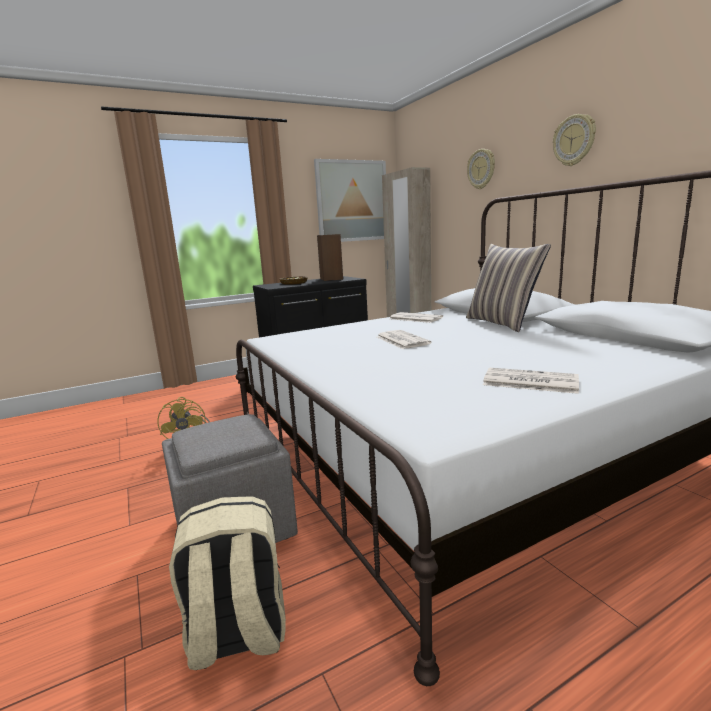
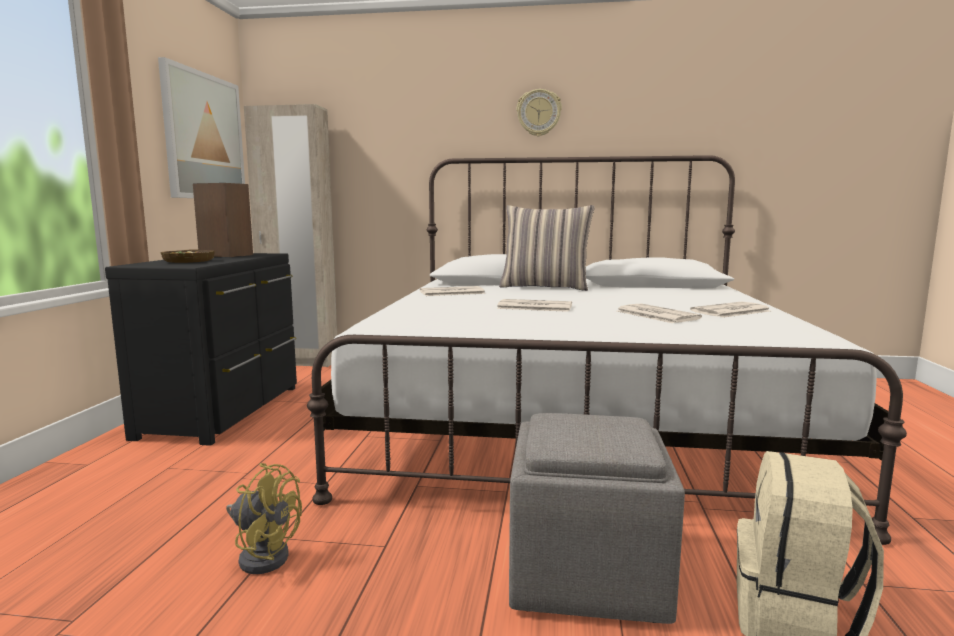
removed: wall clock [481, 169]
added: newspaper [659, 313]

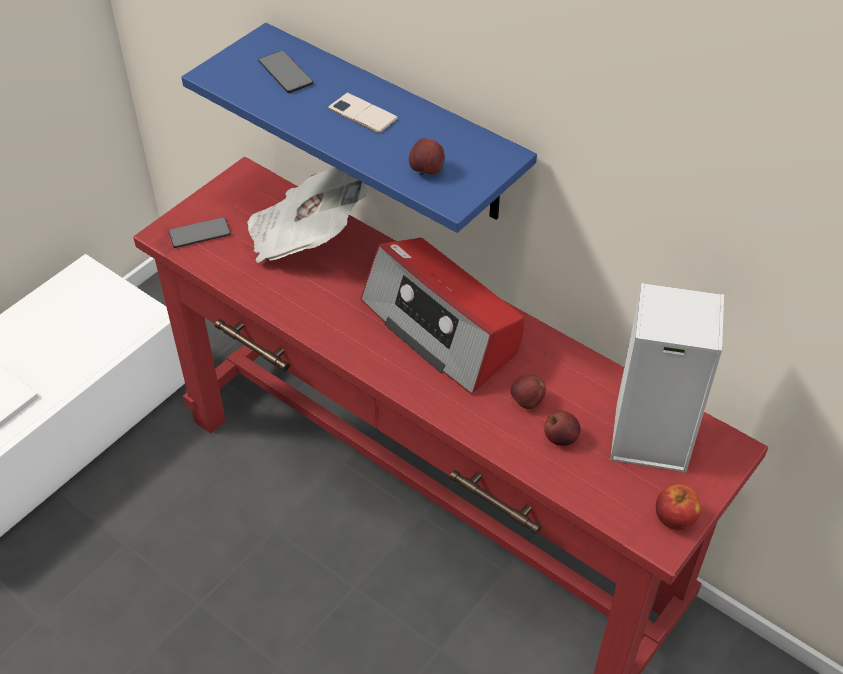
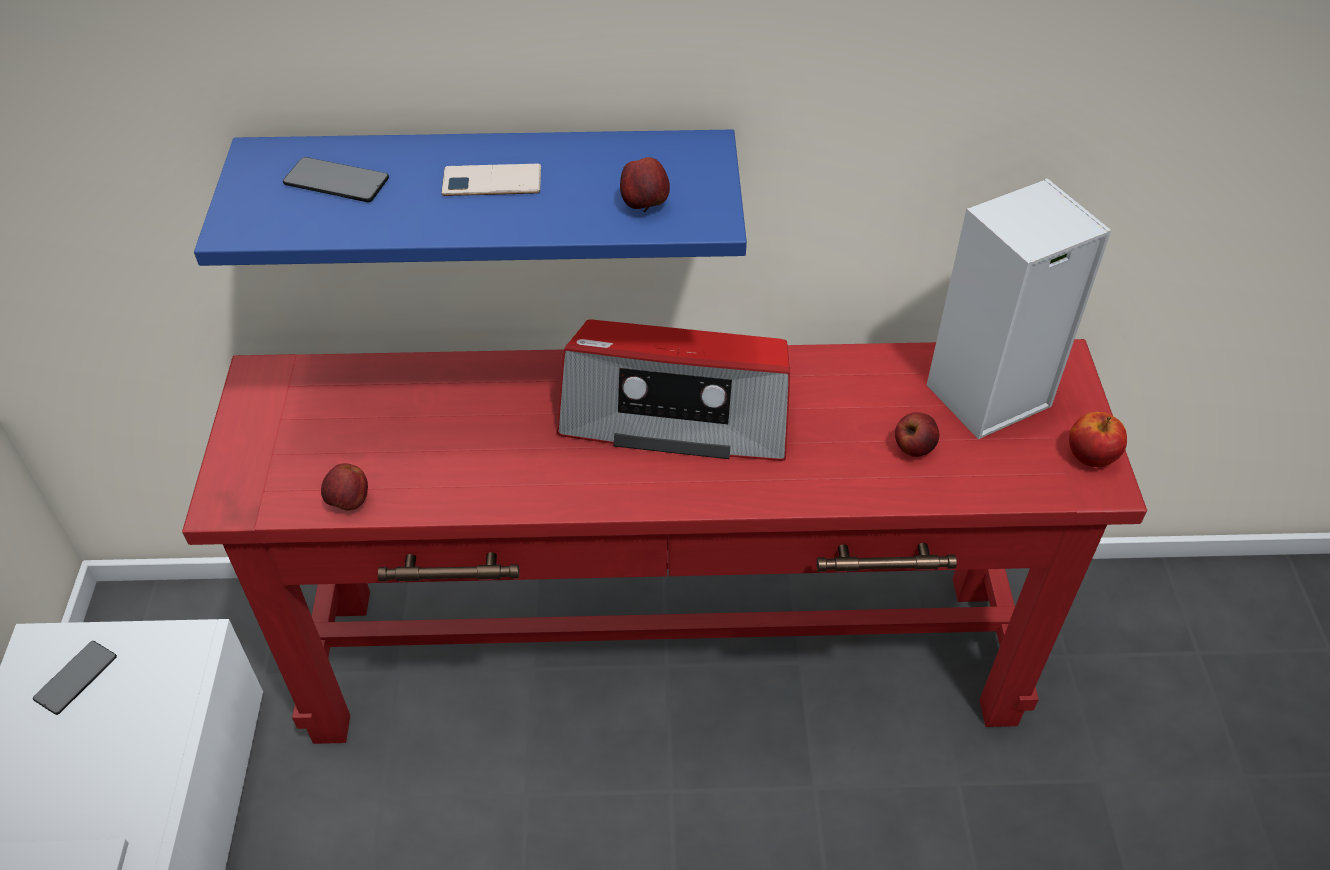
removed: newspaper [307, 215]
moved: phone [200, 232] to [75, 678]; apple [528, 391] to [344, 487]

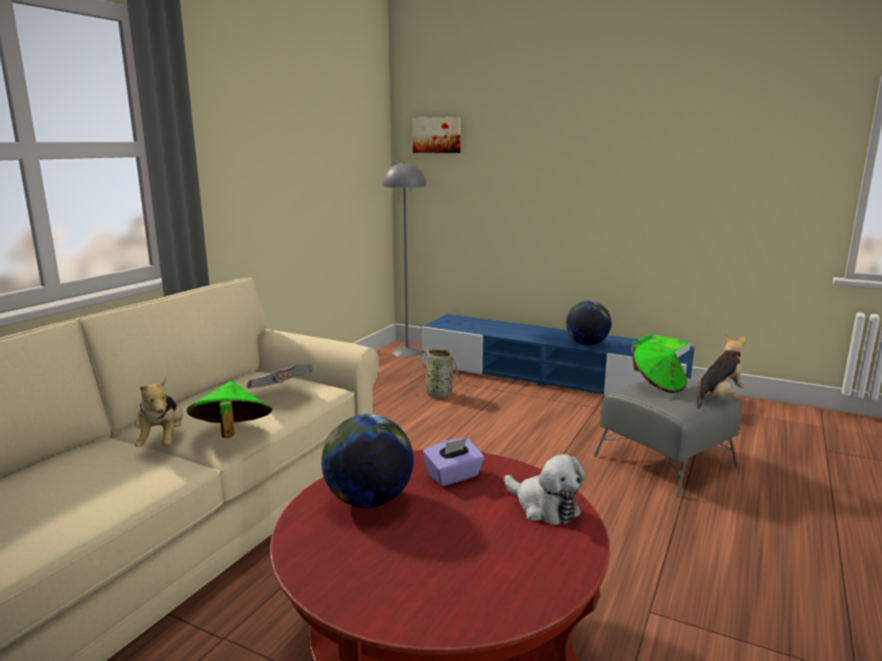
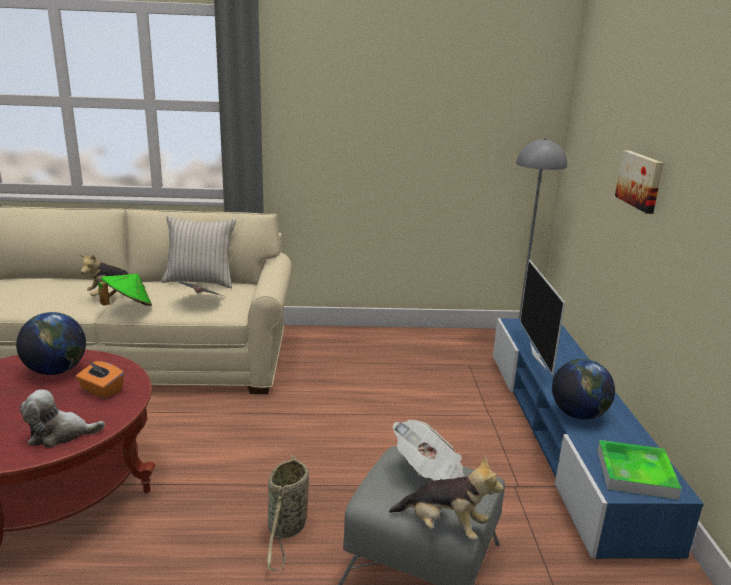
added: pillow in beige [198, 252]; television [542, 317]
moved: basket [442, 374] to [288, 512]; picture [437, 135] to [639, 182]
replaced: hat in green [659, 368] to newspaper [428, 450]
recoloured: tissue box in purple [453, 462] to tissue box in orange [100, 380]
turned: plush toy [544, 489] = [62, 418] 60 degrees clockwise

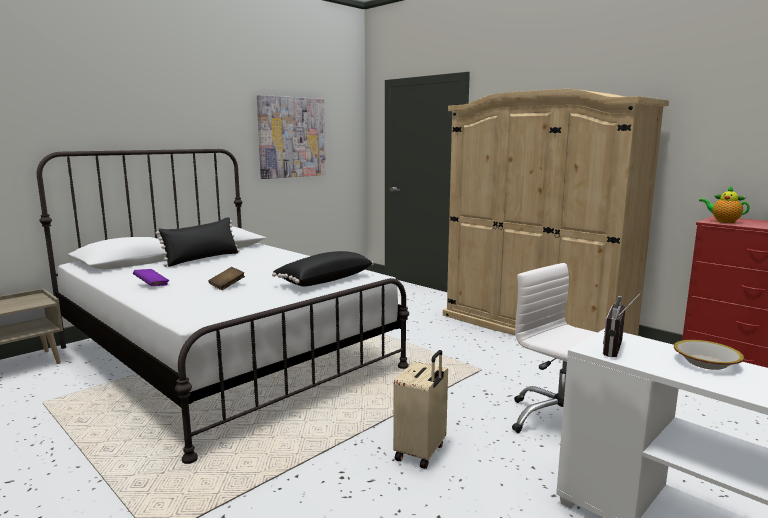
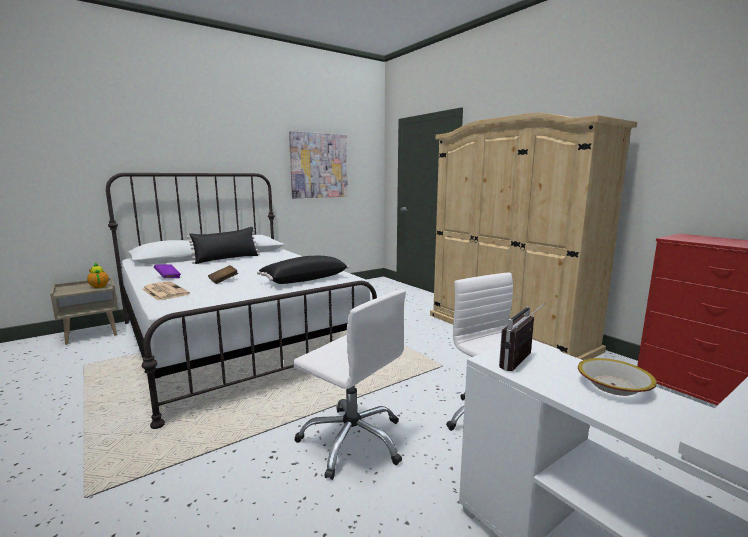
added: newspaper [166, 291]
moved: teapot [724, 204] to [98, 275]
replaced: suitcase in beige [420, 409] to office chair in white [349, 384]

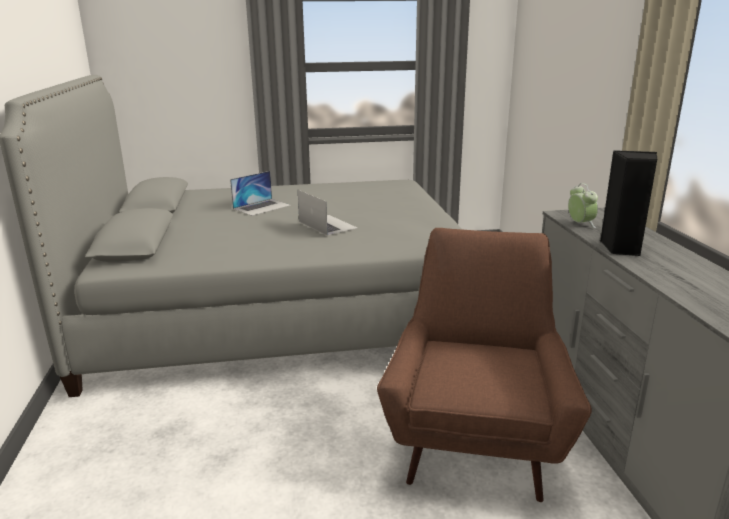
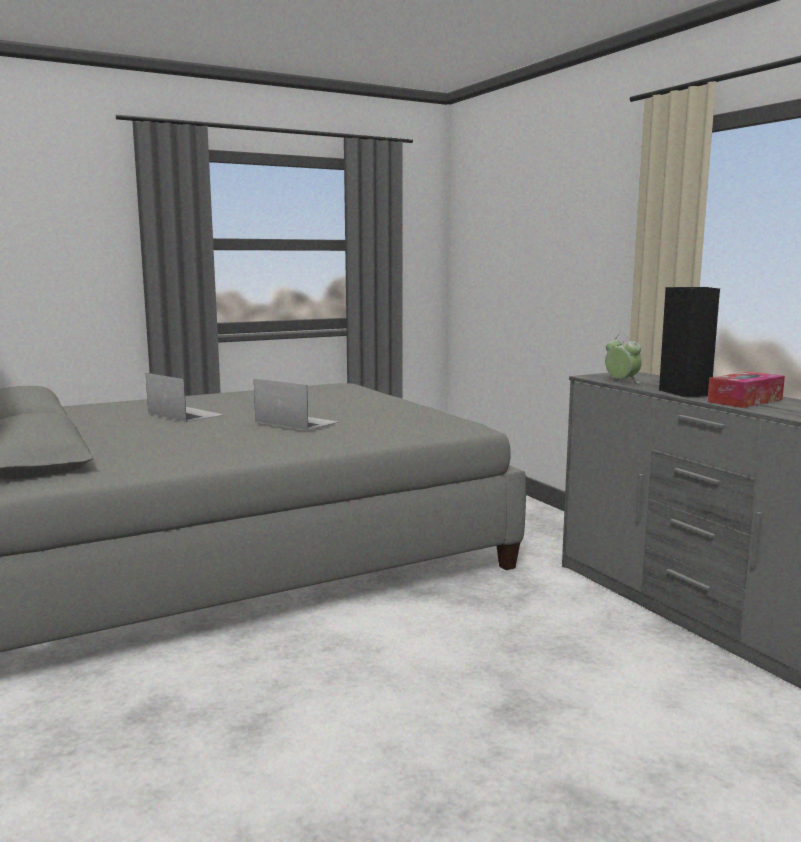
removed: armchair in brown [484, 365]
added: tissue box [746, 389]
turned: laptop [260, 193] = [184, 397] 75 degrees counterclockwise

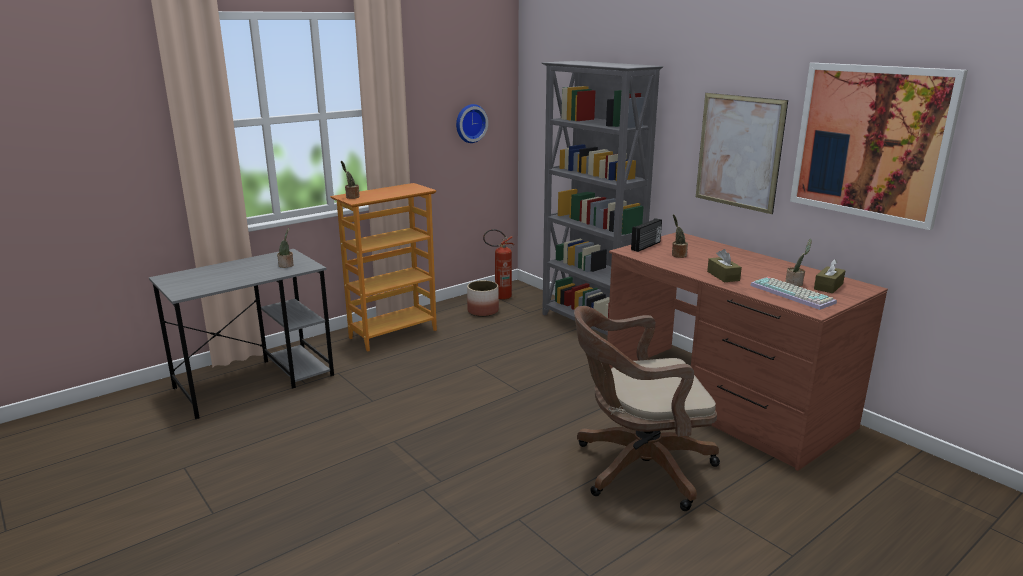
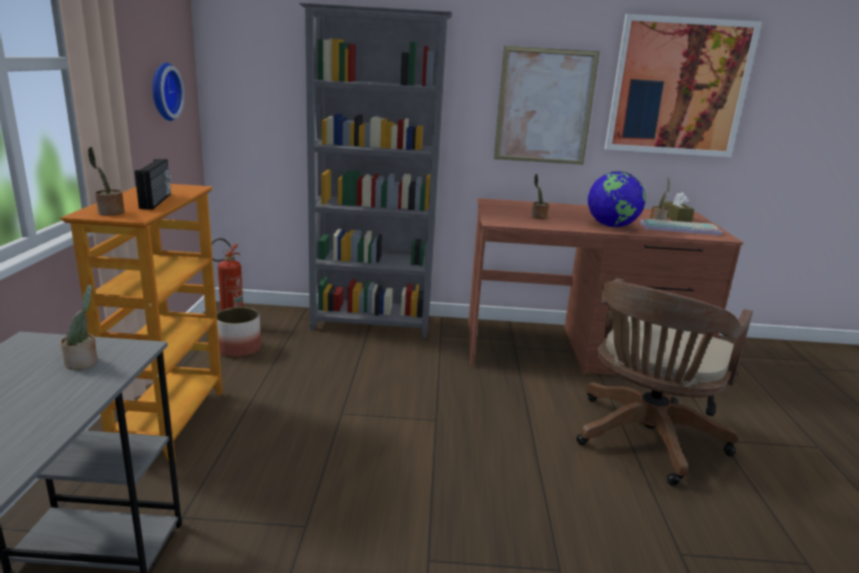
moved: radio [646, 235] to [153, 184]
replaced: tissue box in brown [724, 265] to globe [617, 199]

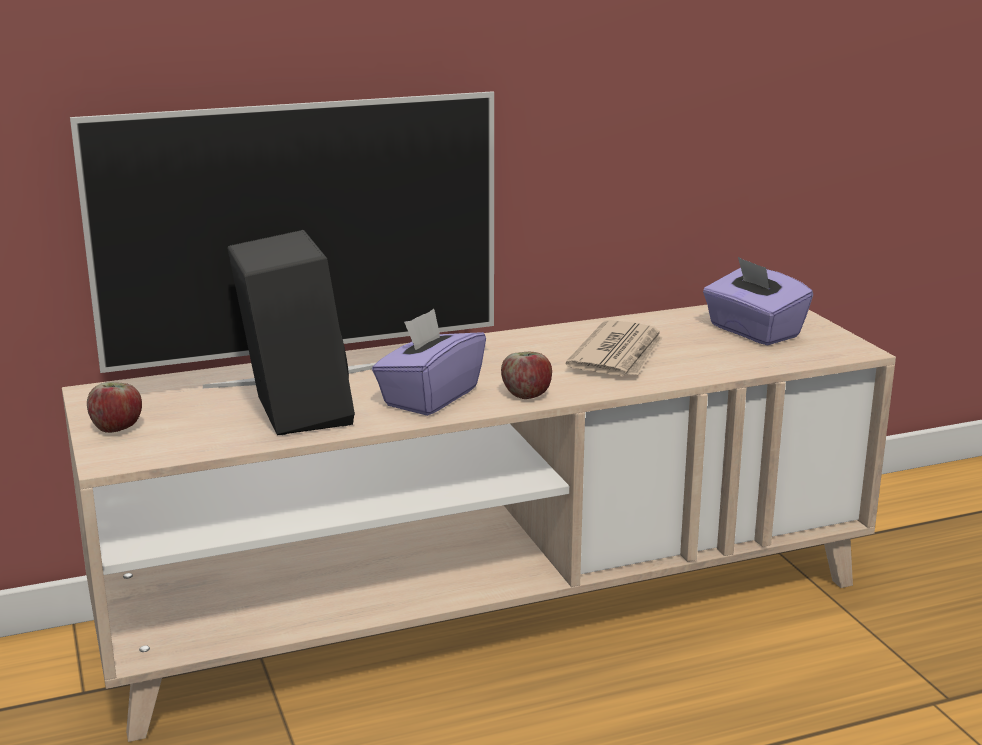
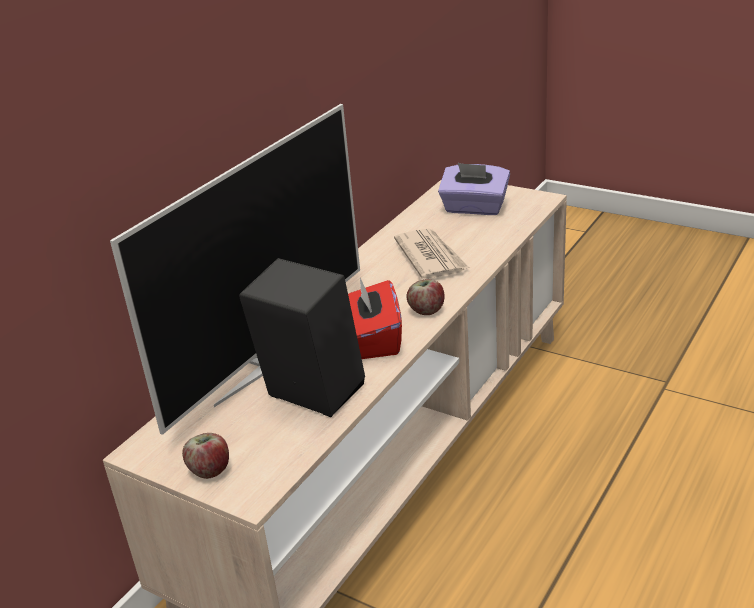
recoloured: tissue box in purple [429, 362] to tissue box in red [375, 318]

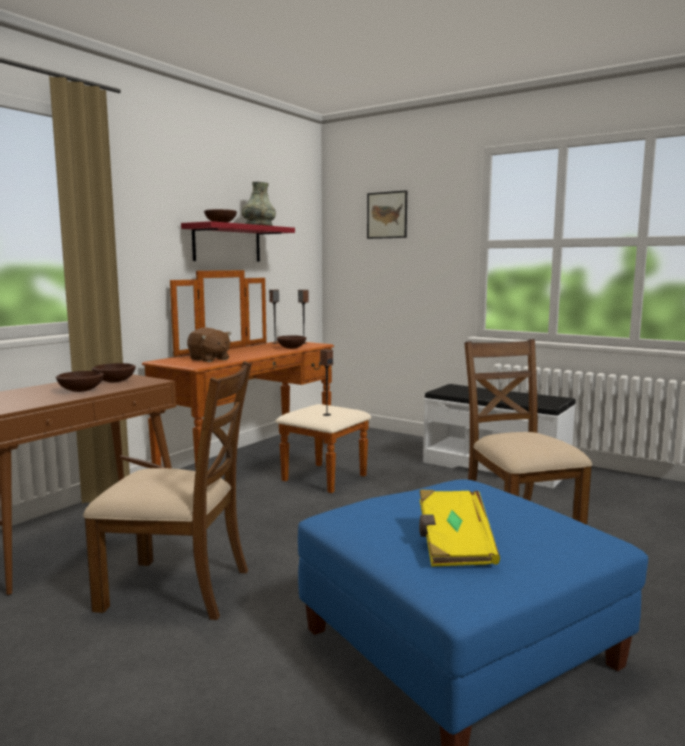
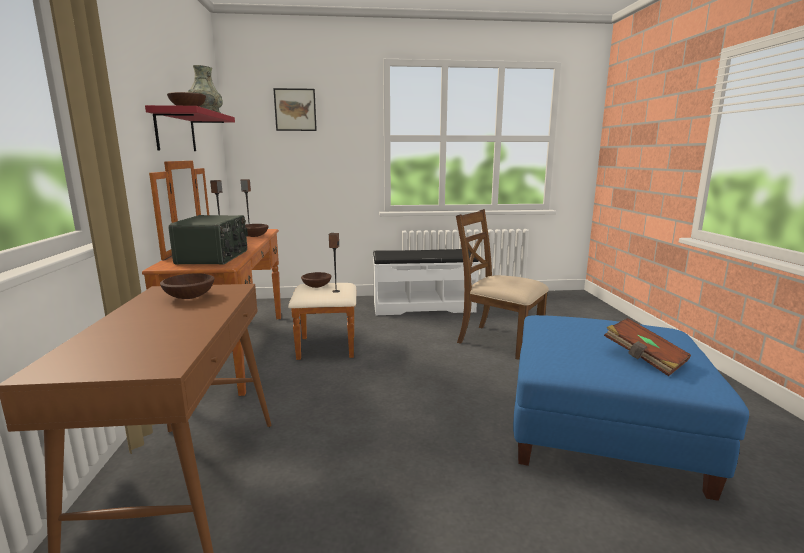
removed: chair in brown [167, 490]
moved: bowl in brown [80, 381] to [316, 280]
replaced: plush toy in brown [209, 344] to radio [208, 240]
recoloured: book in yellow [459, 528] to book in brown [647, 347]

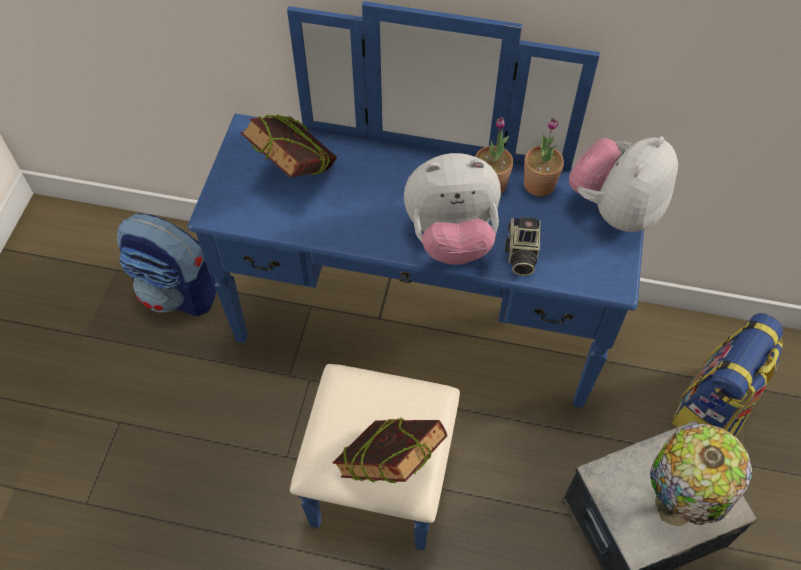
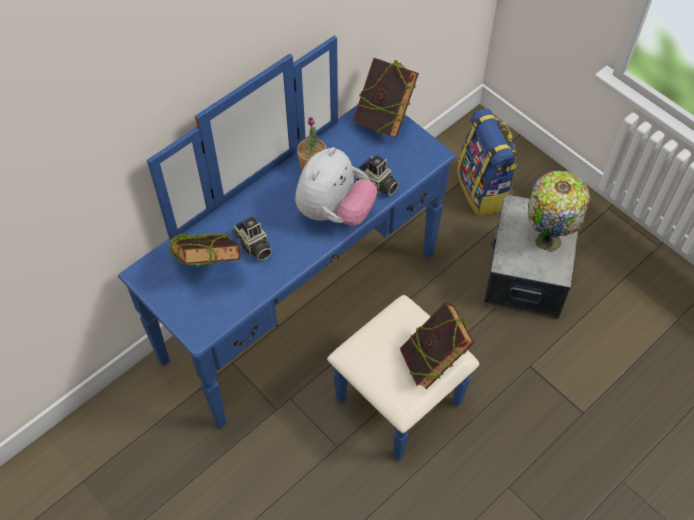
removed: backpack [166, 265]; potted plant [544, 157]
added: photo camera [252, 238]
replaced: plush toy [623, 184] to book [386, 98]

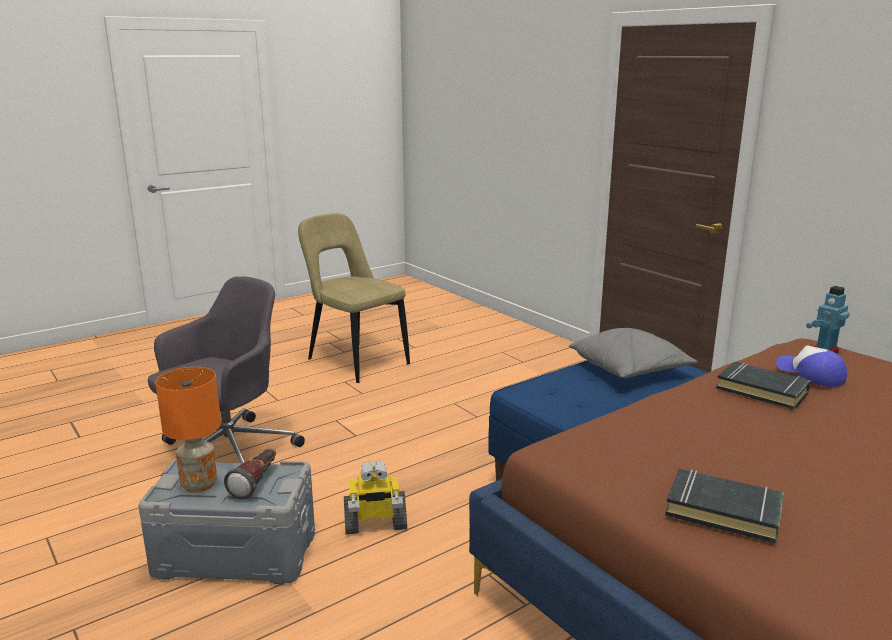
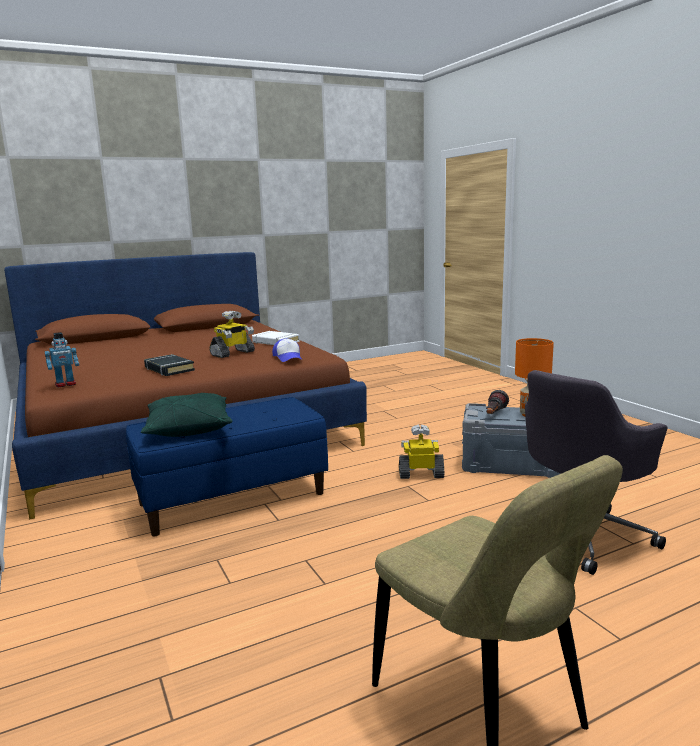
added: toy robot [232, 334]
moved: cap [811, 366] to [287, 350]
recoloured: pillow in grey [633, 353] to pillow in green [187, 415]; book in black [724, 506] to book in white [276, 338]

